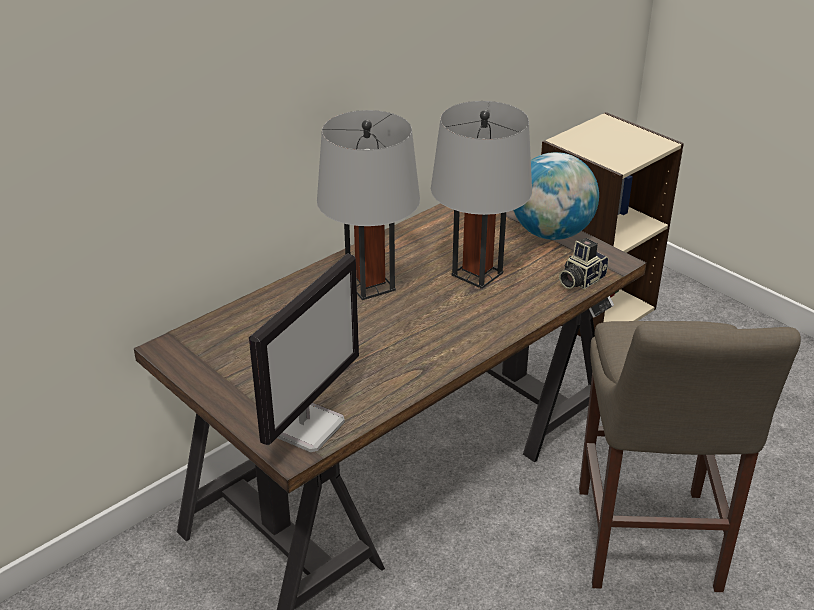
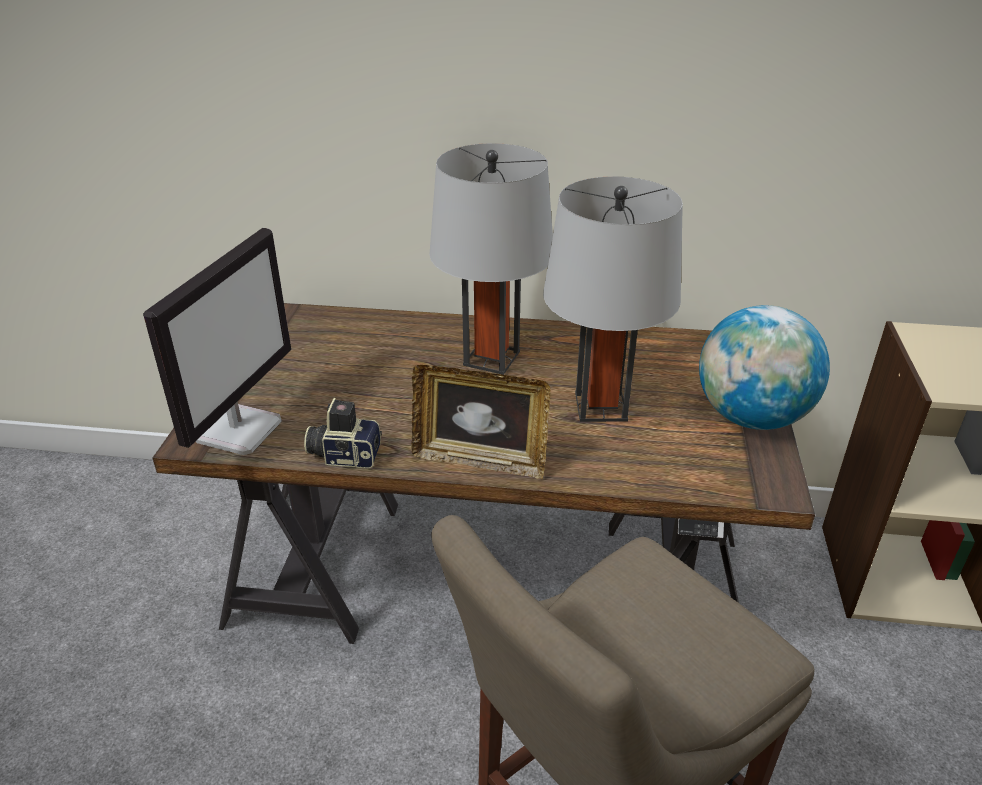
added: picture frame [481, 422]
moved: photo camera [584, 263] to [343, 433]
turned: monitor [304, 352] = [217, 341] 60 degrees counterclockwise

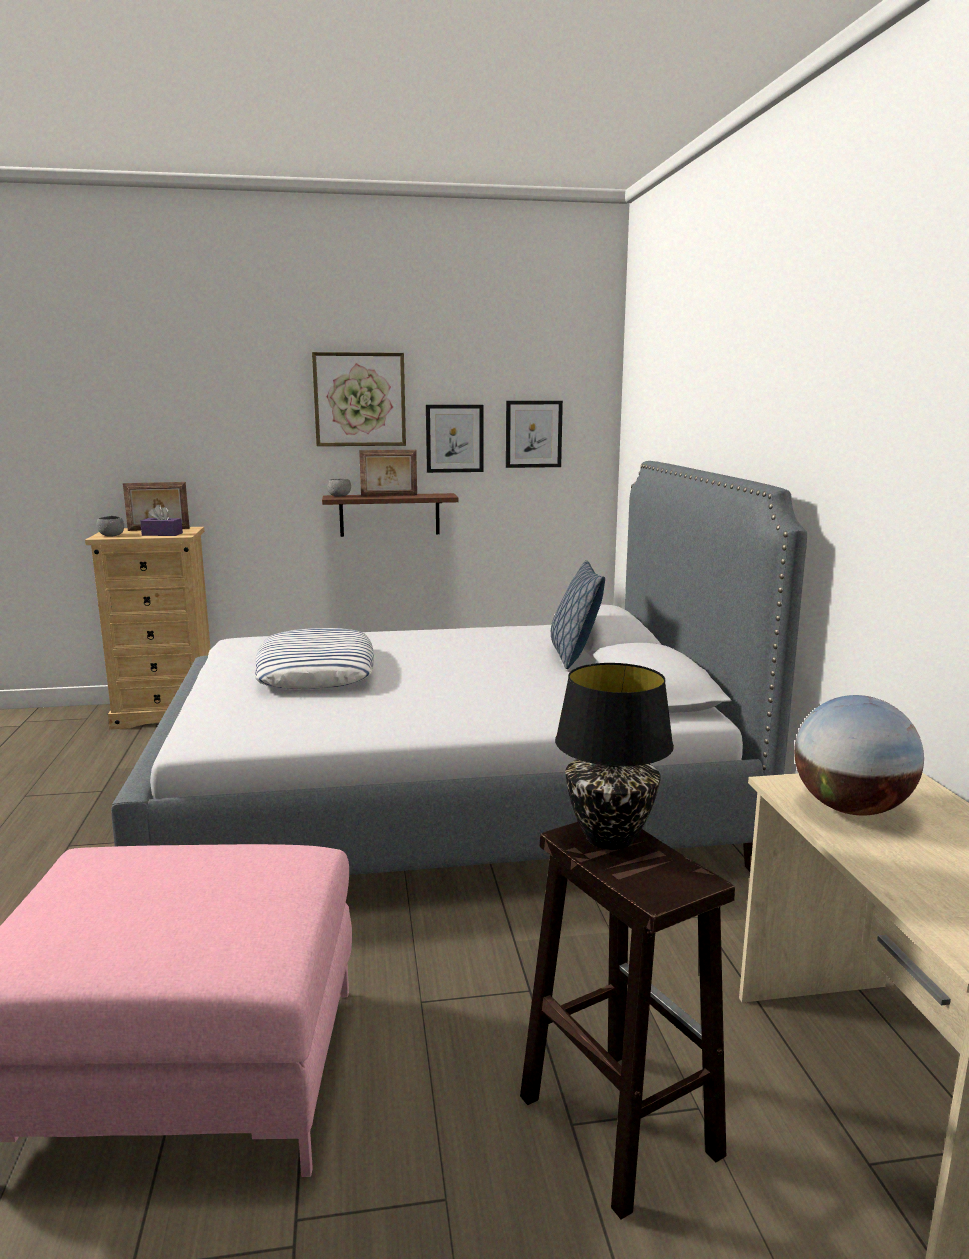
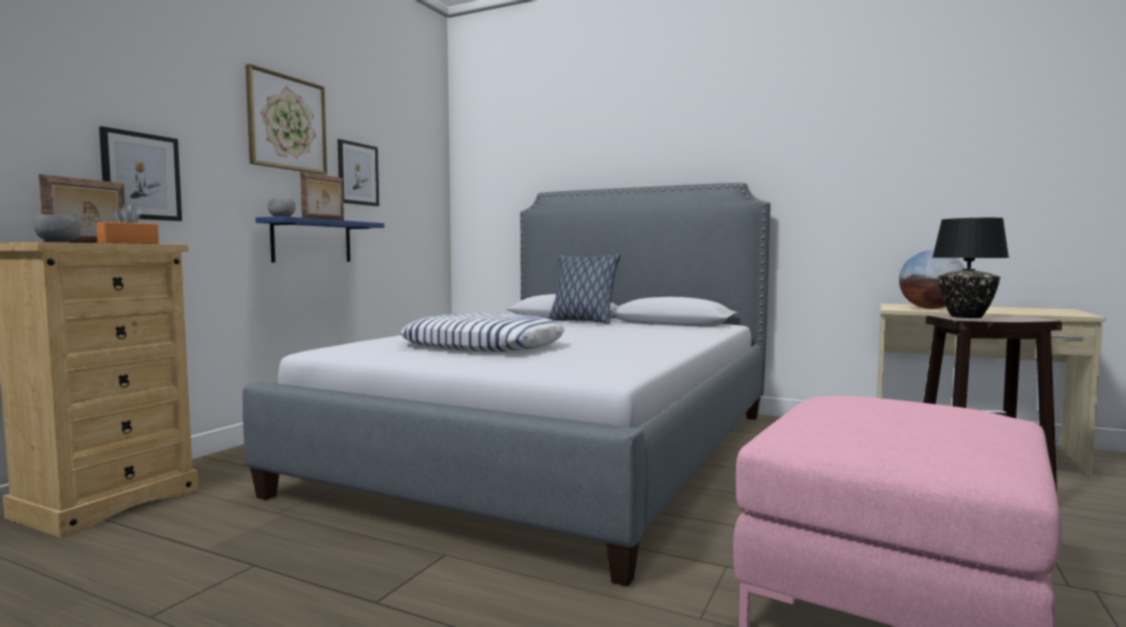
moved: picture [534, 434] to [140, 173]
recoloured: tissue box in purple [161, 520] to tissue box in orange [127, 223]; shelf in brown [390, 515] to shelf in blue [320, 239]

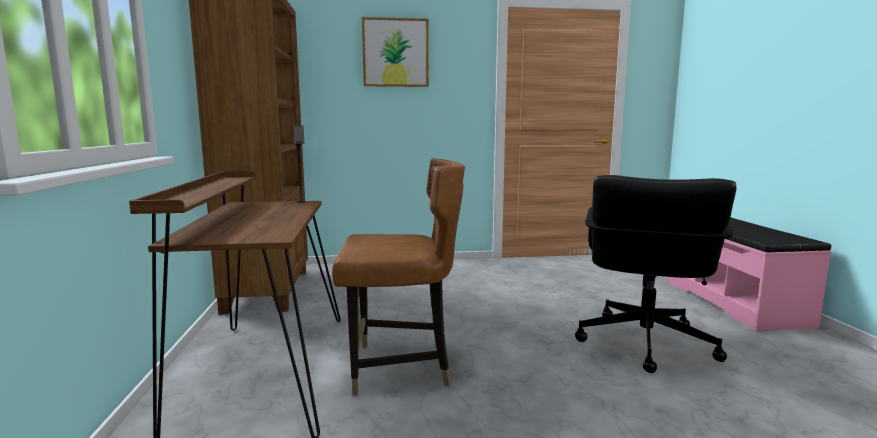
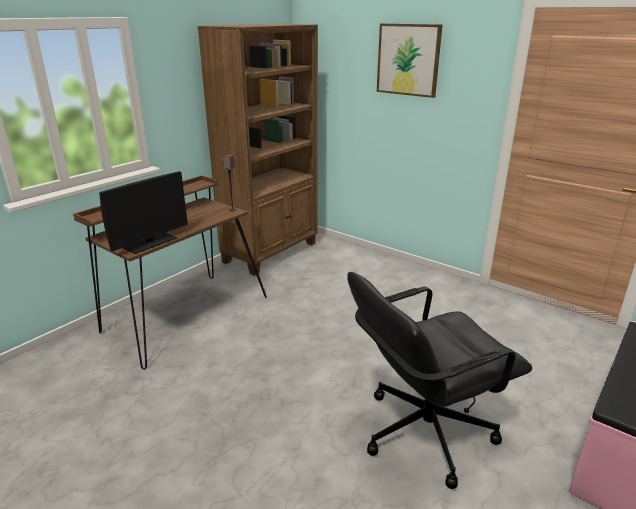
removed: chair in brown [398, 276]
added: monitor [143, 212]

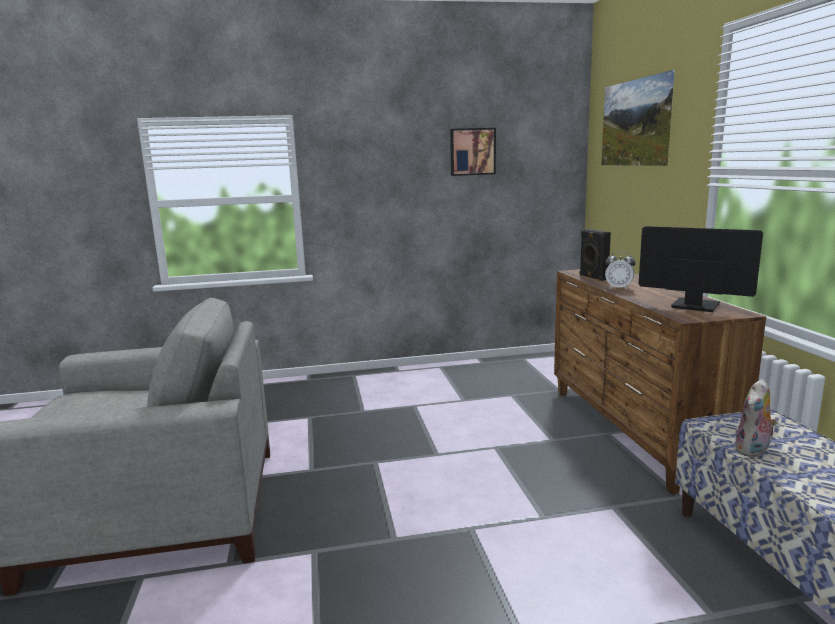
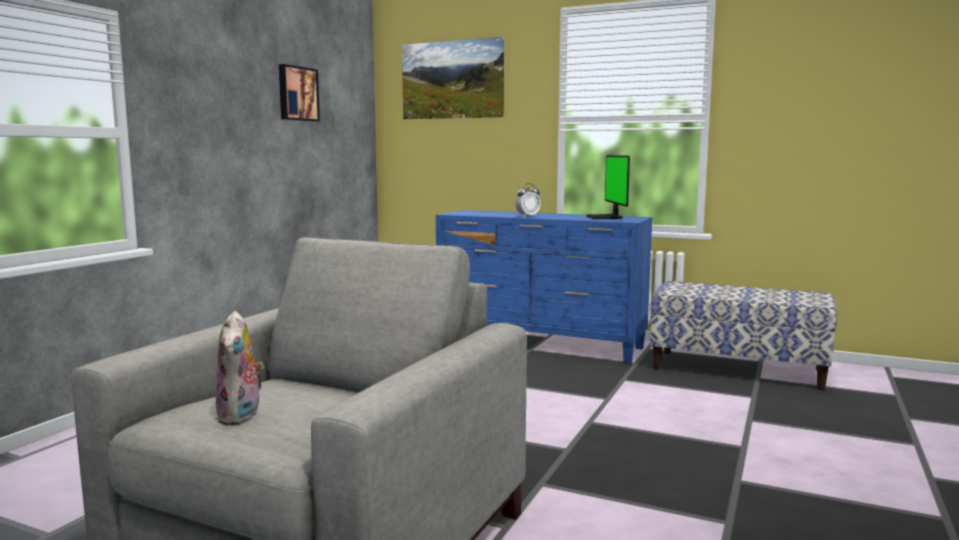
removed: speaker in black [595, 255]
moved: plush toy [756, 418] to [240, 368]
recoloured: dresser in brown [660, 381] to dresser in blue [544, 287]
turned: monitor [701, 269] = [608, 187] 75 degrees counterclockwise

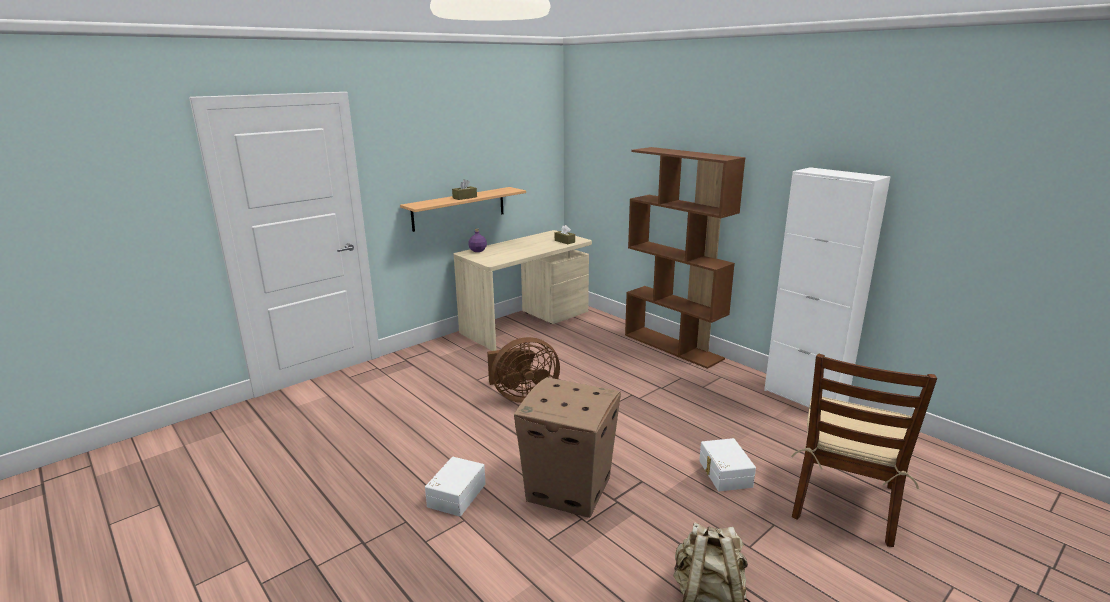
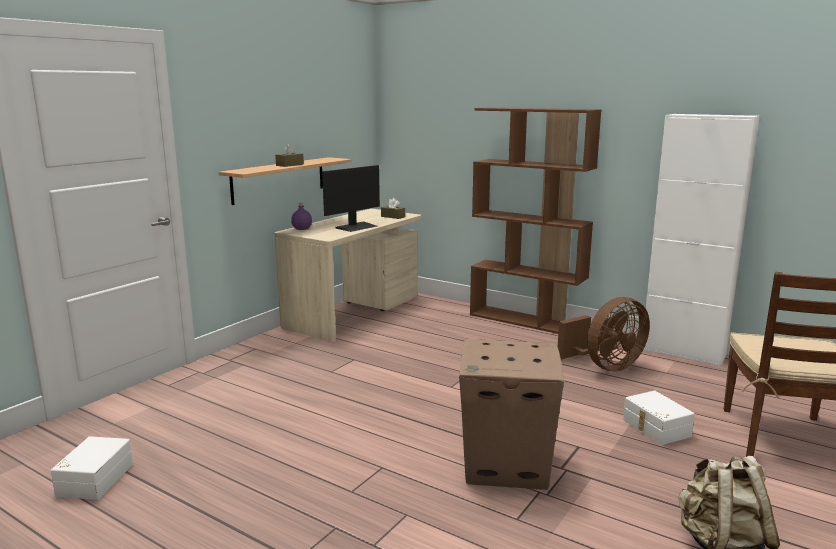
added: monitor [351, 198]
moved: storage box in white [455, 486] to [92, 468]; fan in brown [523, 370] to [604, 334]

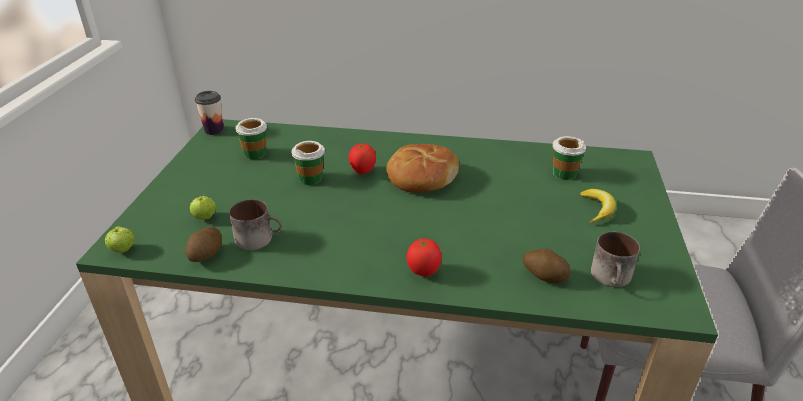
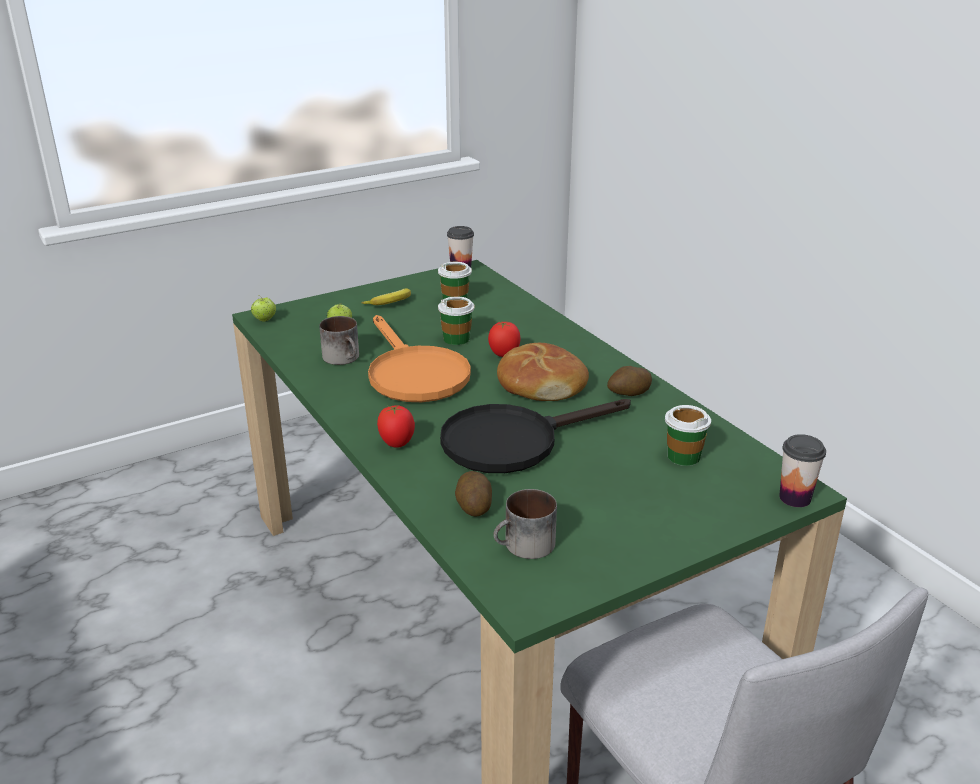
added: frying pan in orange [419, 358]; frying pan in black [535, 436]; cup [802, 470]
moved: potato [204, 244] to [629, 381]; banana [598, 206] to [386, 296]

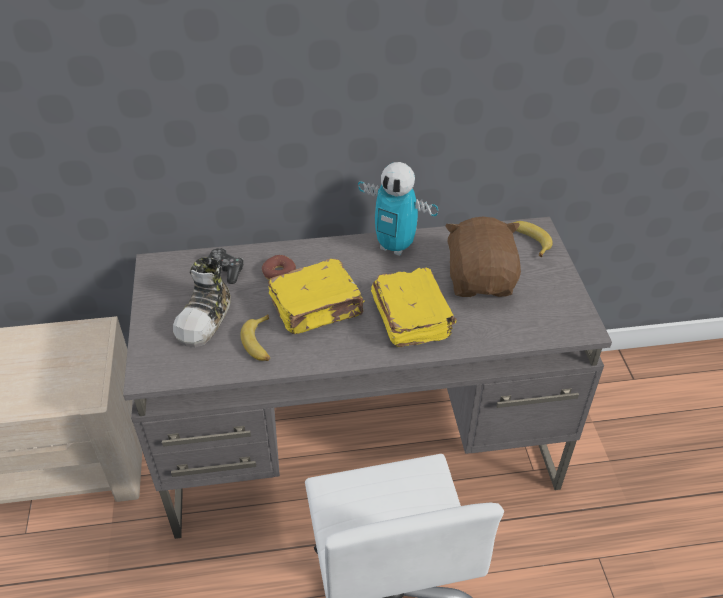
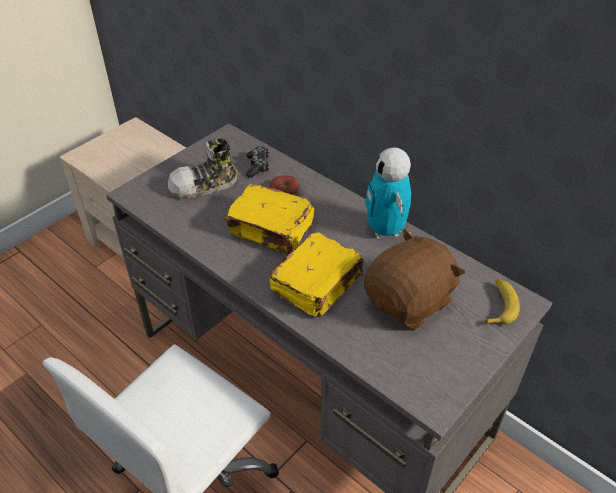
removed: banana [255, 338]

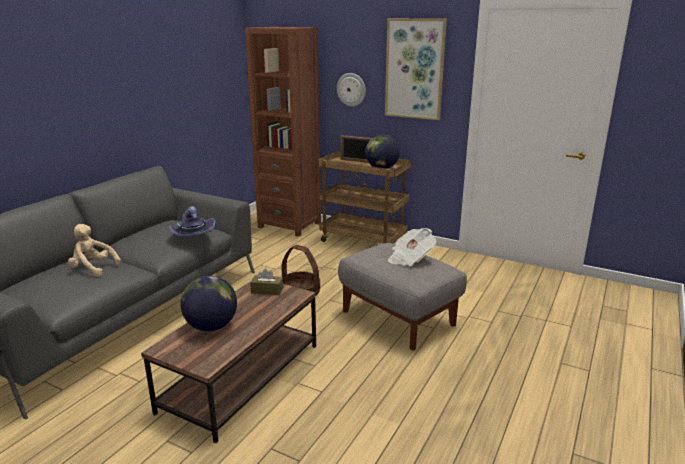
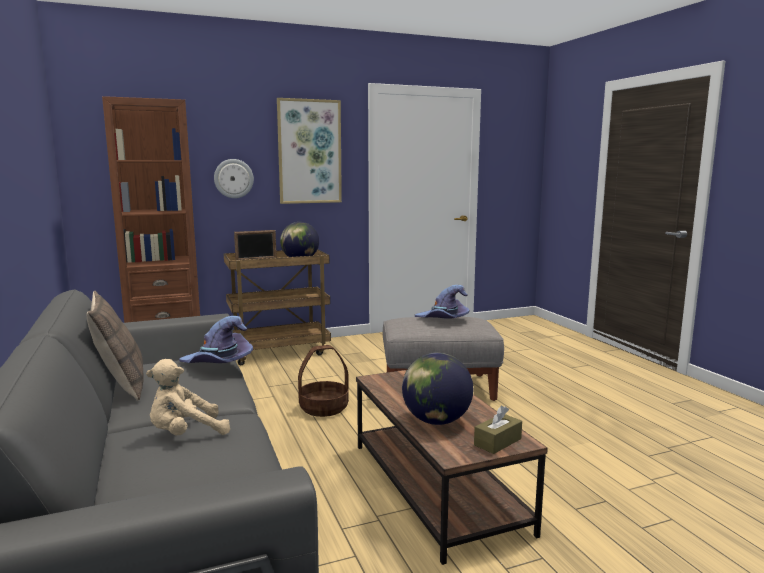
added: pillow [115, 346]
moved: tissue box in brown [266, 282] to [498, 430]
replaced: newspaper [412, 247] to hat in purple [442, 302]

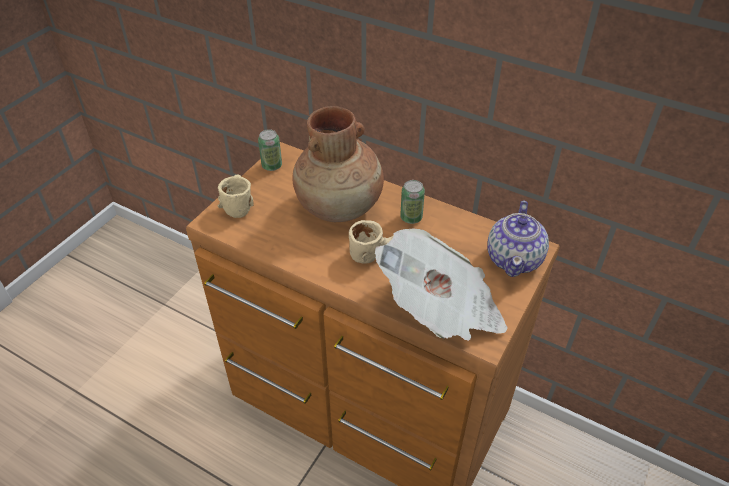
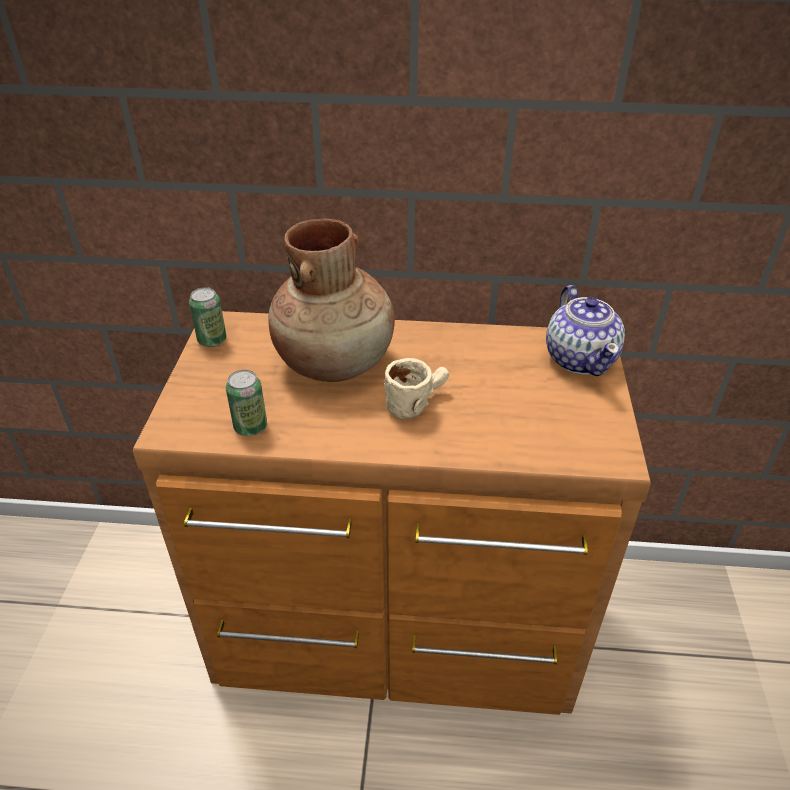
removed: mug in beige [236, 196]; newspaper [441, 284]
moved: can [412, 202] to [246, 403]

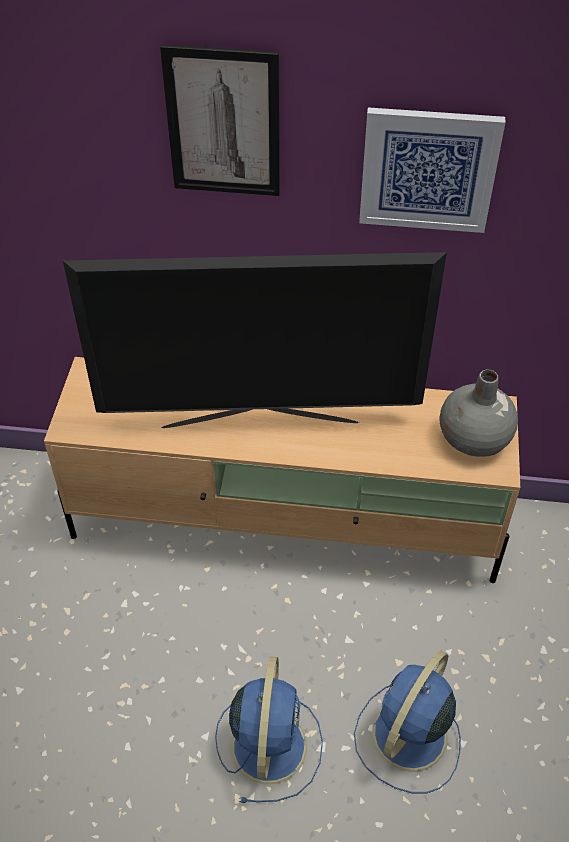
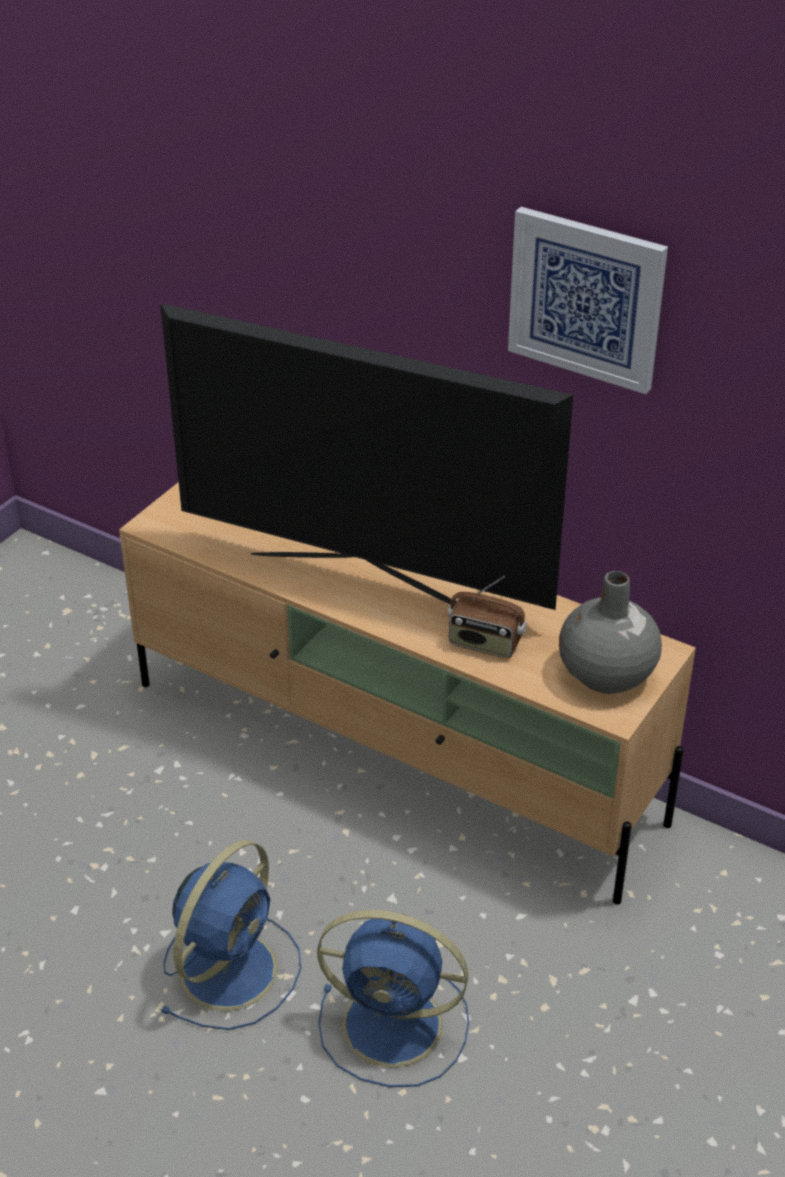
removed: picture [220, 120]
added: radio [487, 617]
turned: fan in blue [407, 722] = [393, 998] 135 degrees counterclockwise

